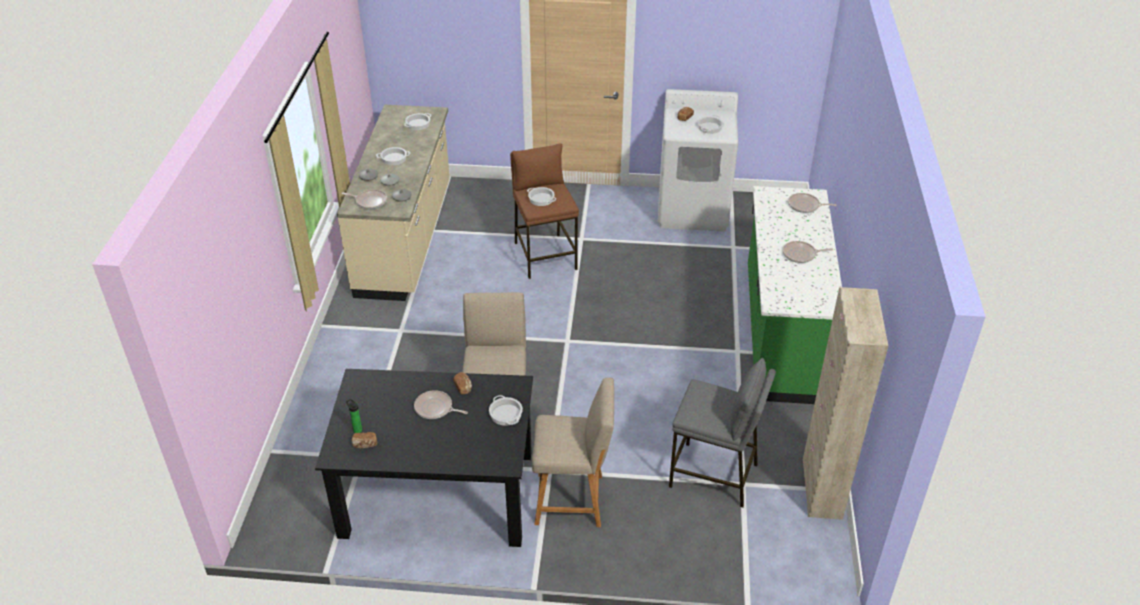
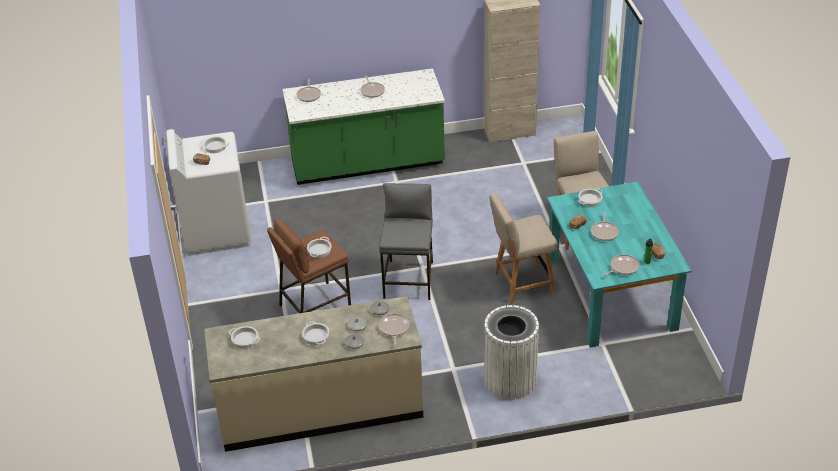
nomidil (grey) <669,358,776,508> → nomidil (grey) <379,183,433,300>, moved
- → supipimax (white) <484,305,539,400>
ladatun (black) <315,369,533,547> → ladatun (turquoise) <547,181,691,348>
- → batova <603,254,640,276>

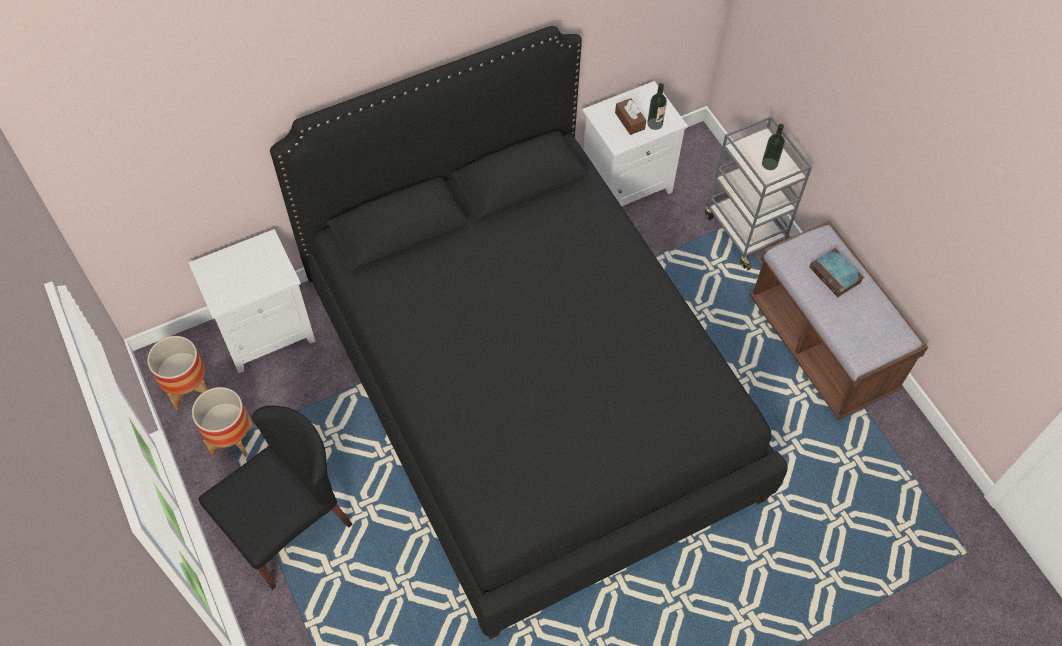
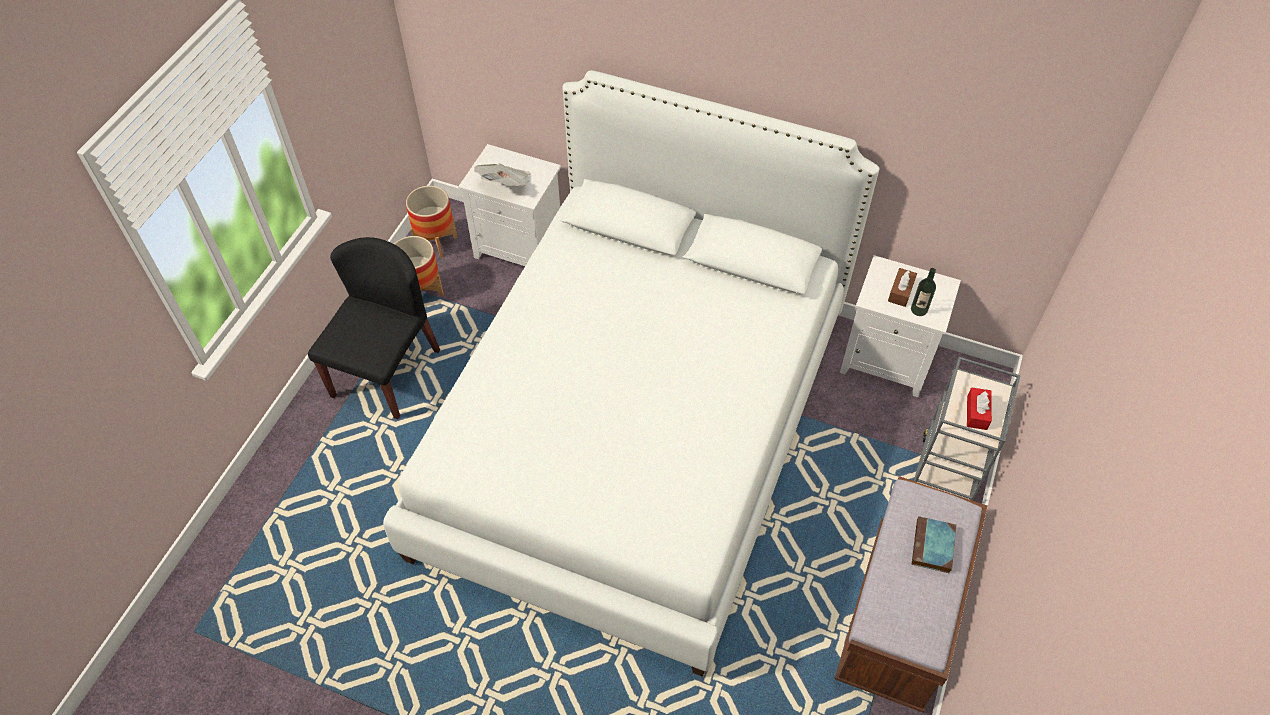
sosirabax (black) <199,406,353,590> → sosirabax (black) <308,237,440,419>, 75 degrees counterclockwise
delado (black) <270,26,787,639> → delado (white) <383,70,879,677>
- → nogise <474,164,531,186>
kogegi <762,124,785,170> → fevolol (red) <967,387,992,430>

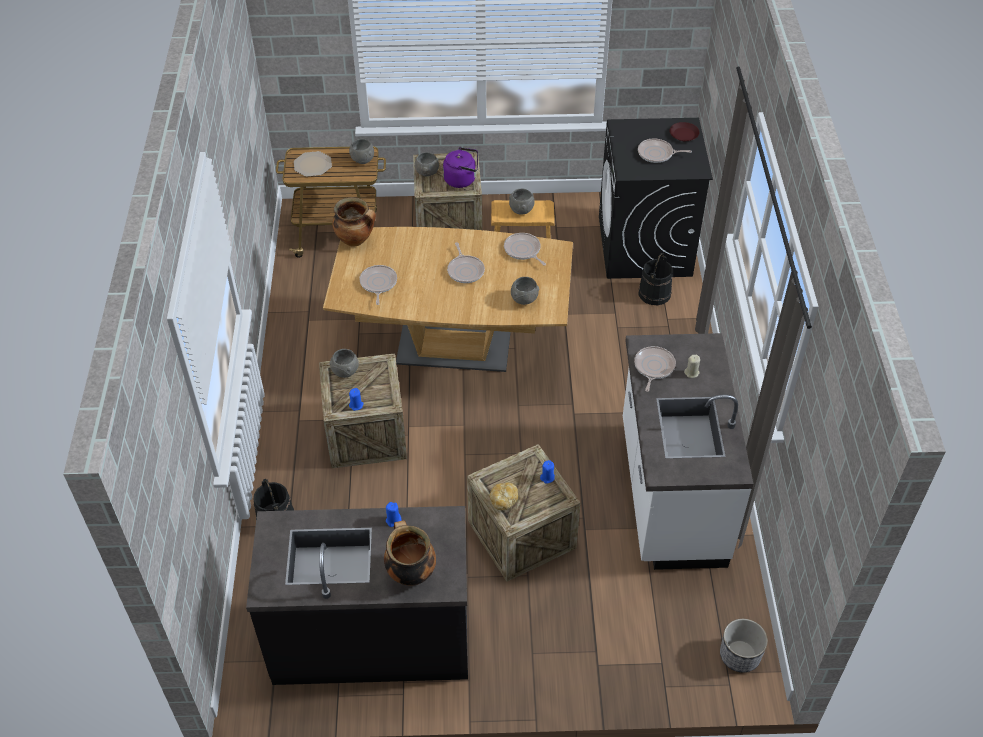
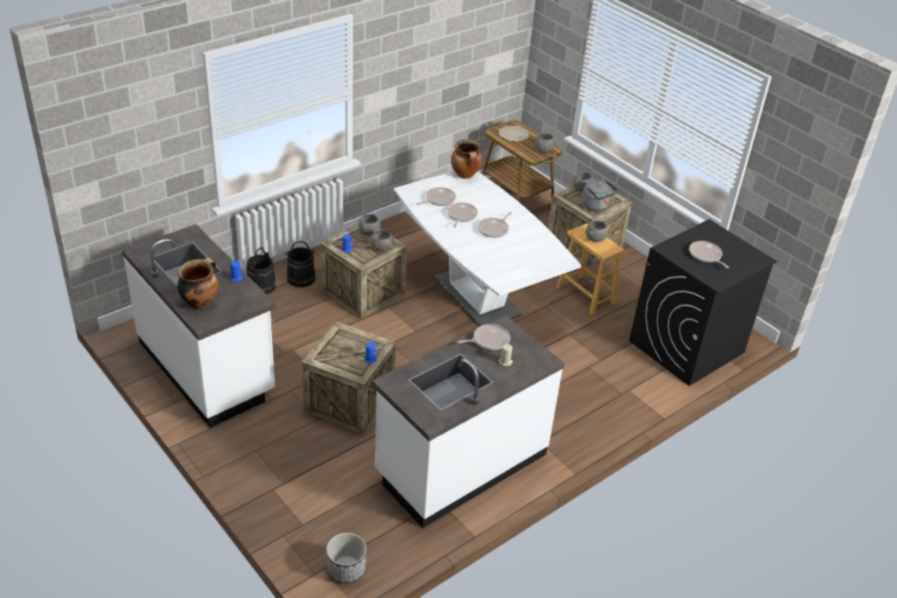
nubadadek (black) <246,506,468,685> → nubadadek (white) <122,224,276,428>
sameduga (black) <639,253,673,305> → sameduga (black) <285,241,316,287>, moved
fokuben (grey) <511,277,539,305> → fokuben (grey) <370,230,393,252>, moved
ladatun (brown) <323,227,573,372> → ladatun (white) <394,171,582,326>
batova <504,233,546,266> → batova <447,203,478,227>, moved
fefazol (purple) <443,147,478,188> → fefazol (grey) <582,180,617,211>
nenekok <490,482,518,510> → -
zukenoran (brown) <669,122,700,141> → -

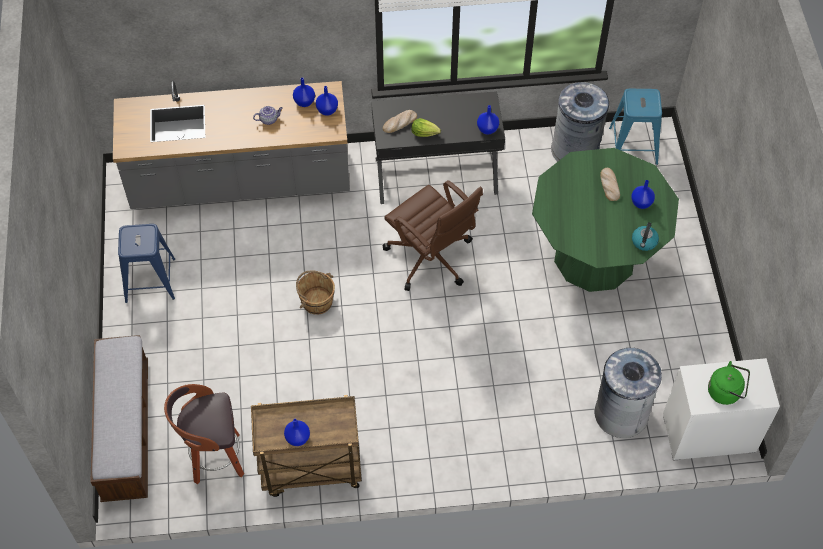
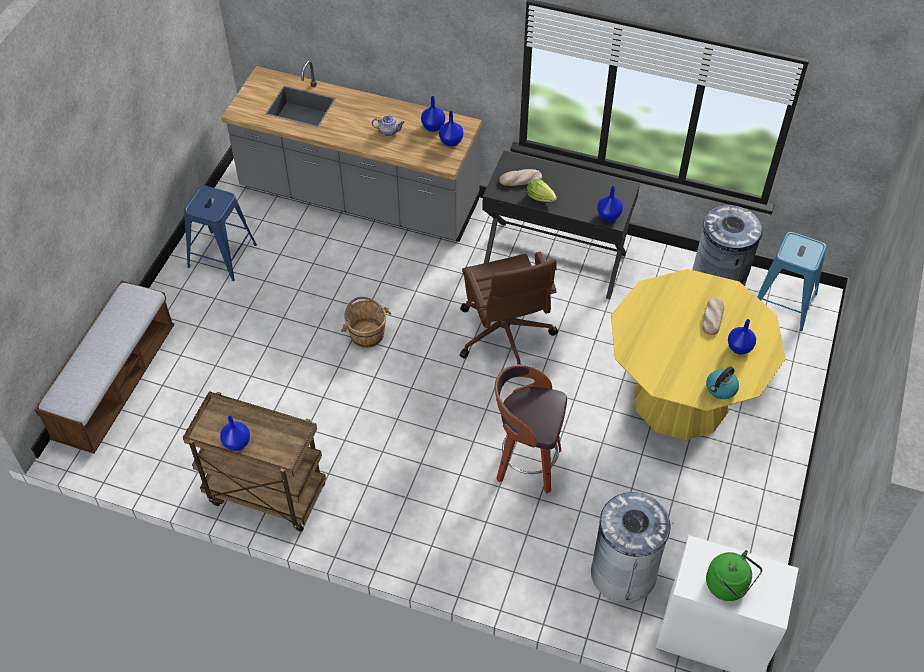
nomidil <164,384,244,484> → nomidil <495,365,567,494>, moved
ladatun (green) <532,148,679,292> → ladatun (yellow) <611,269,786,440>

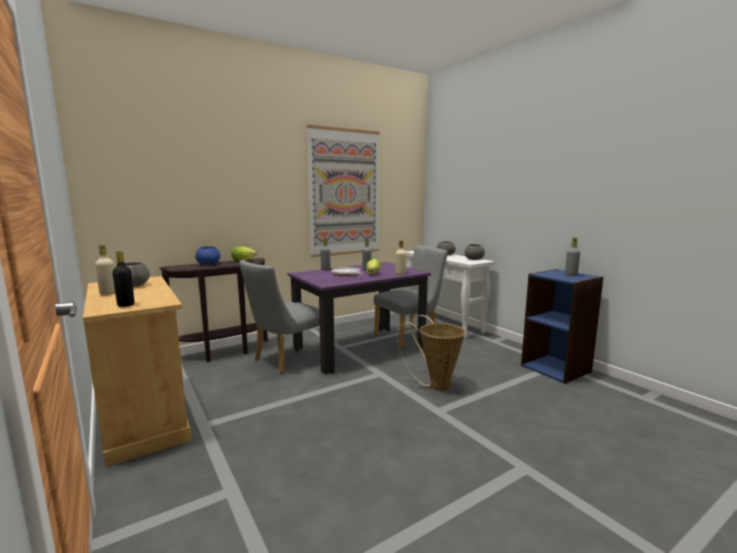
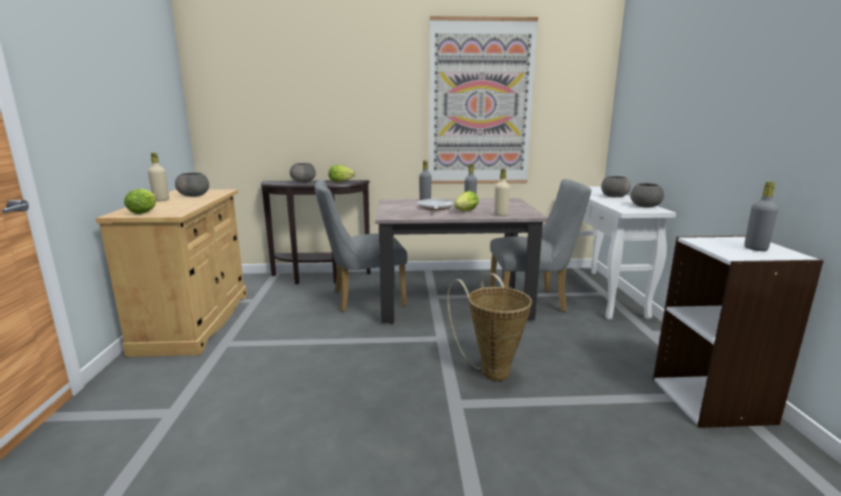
kogegi (black) <112,250,134,307> → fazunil <124,189,157,214>
fokuben (blue) <195,247,220,265> → fokuben (grey) <290,163,316,183>
ladatun (purple) <288,262,431,374> → ladatun (beige) <375,198,547,324>
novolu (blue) <521,269,604,384> → novolu (white) <653,236,824,428>

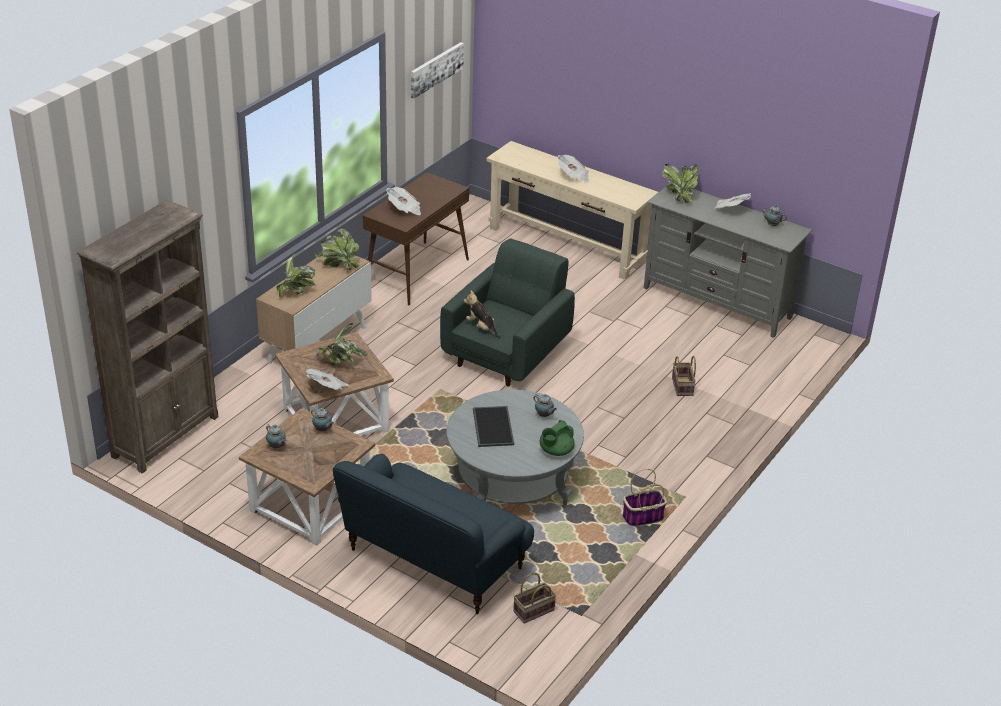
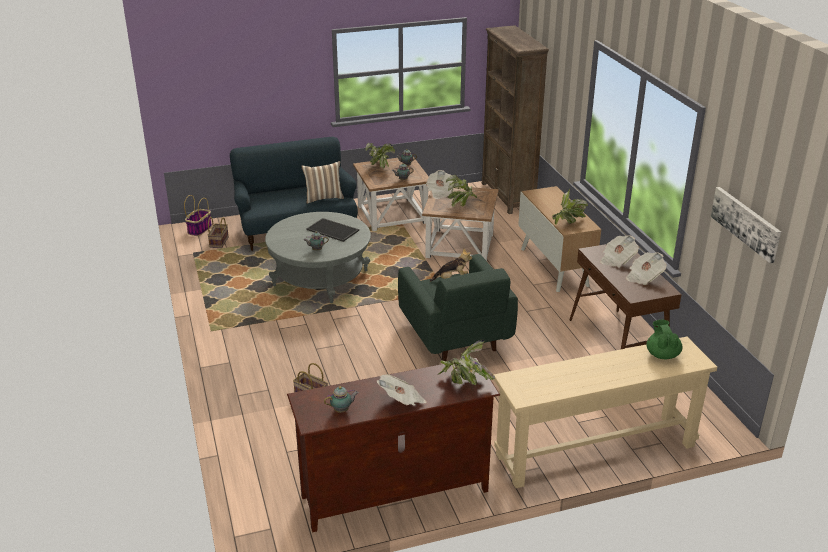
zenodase <622,469,667,527> → zenodase <184,195,212,236>, moved
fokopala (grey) <644,183,813,338> → fokopala (brown) <287,358,500,532>
- → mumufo <301,161,344,203>
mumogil <276,253,315,298> → mumogil <365,143,395,169>, moved
nogise <557,155,589,183> → nogise <626,252,667,285>, moved
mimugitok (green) <540,420,575,456> → mimugitok (green) <646,320,682,359>, moved

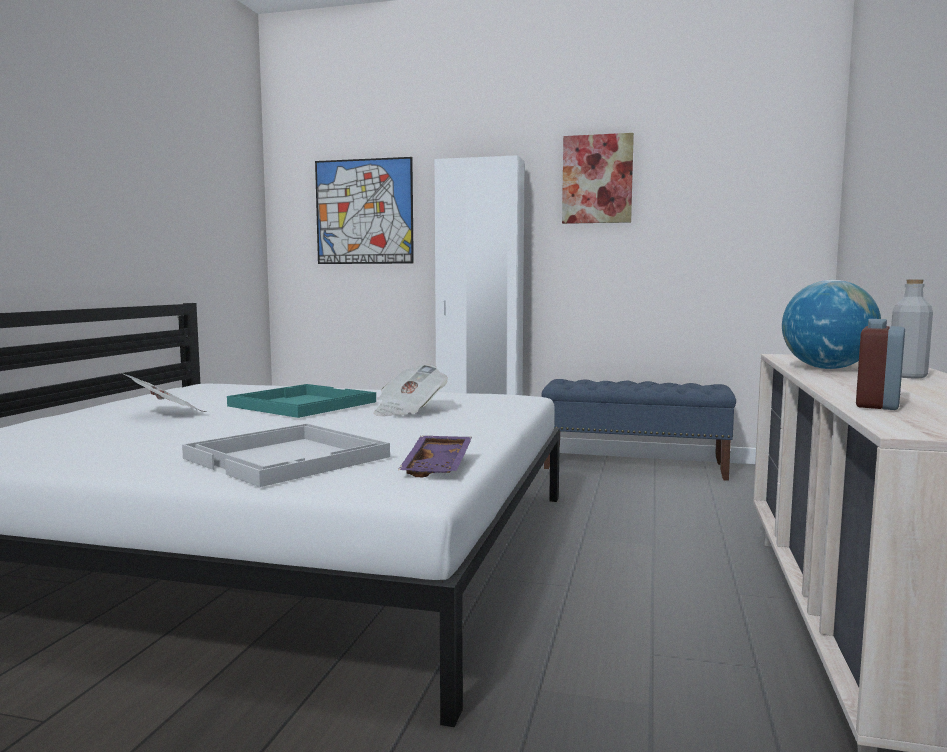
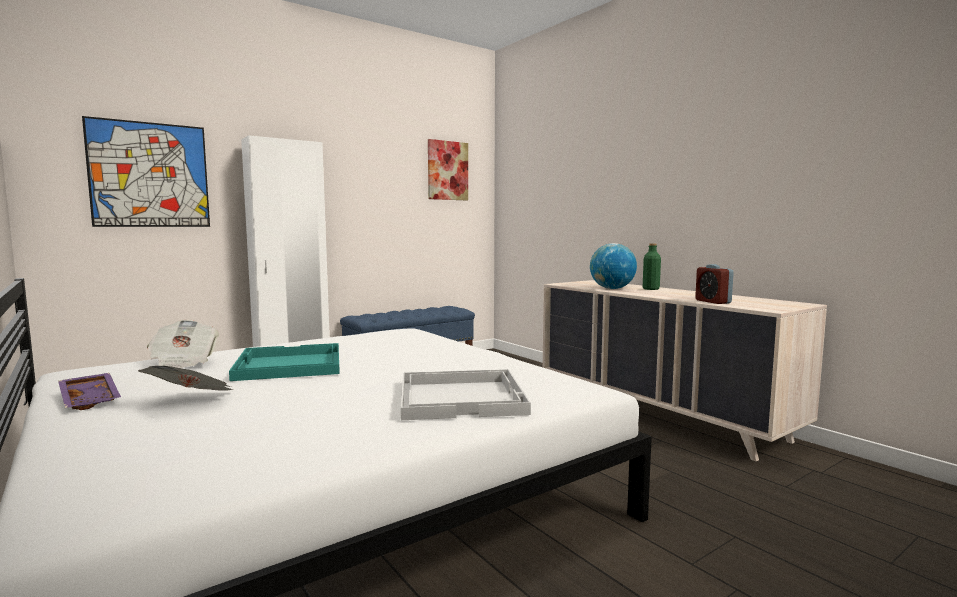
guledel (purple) <398,436,472,477> → guledel (purple) <58,373,121,410>, moved
nogise <374,365,448,416> → nogise <147,320,219,368>, moved
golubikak <562,133,634,224> → golubikak <428,139,468,200>, moved
kogegi (grey) <891,280,933,378> → kogegi (green) <643,243,661,290>

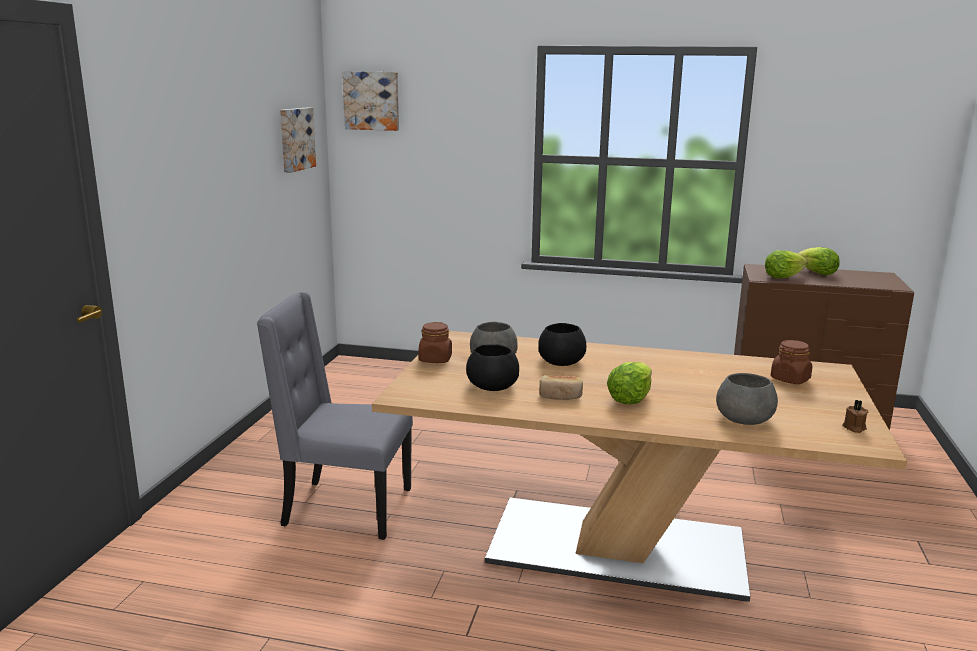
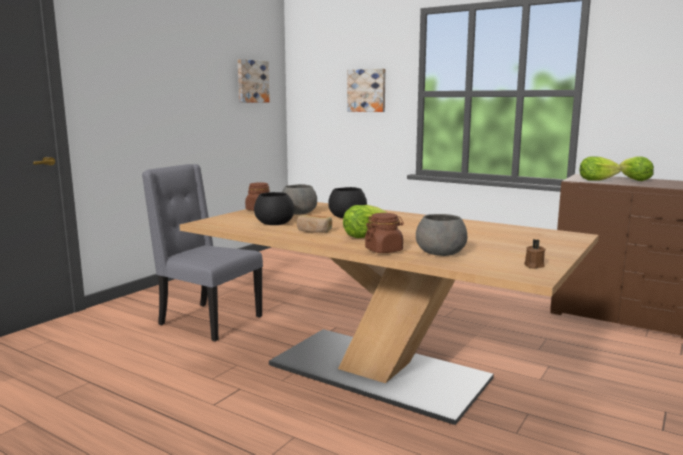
golubikak <342,71,399,131> → golubikak <347,69,386,112>, moved
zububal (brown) <771,340,812,384> → zububal (brown) <365,213,404,253>, moved

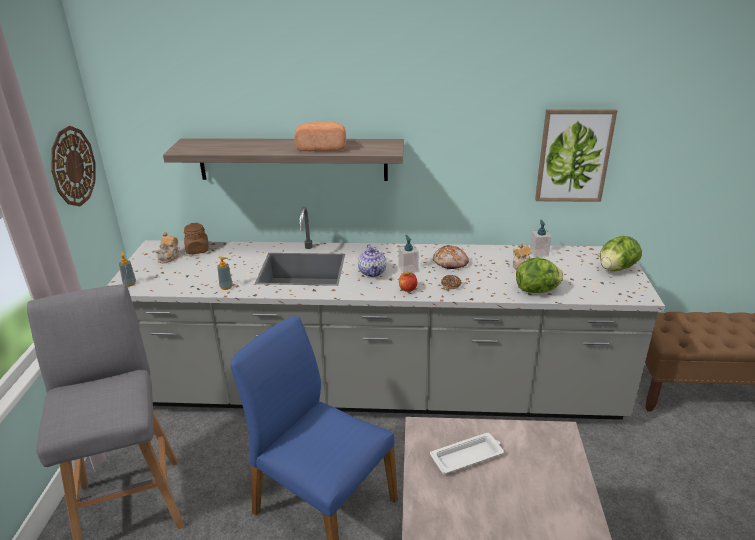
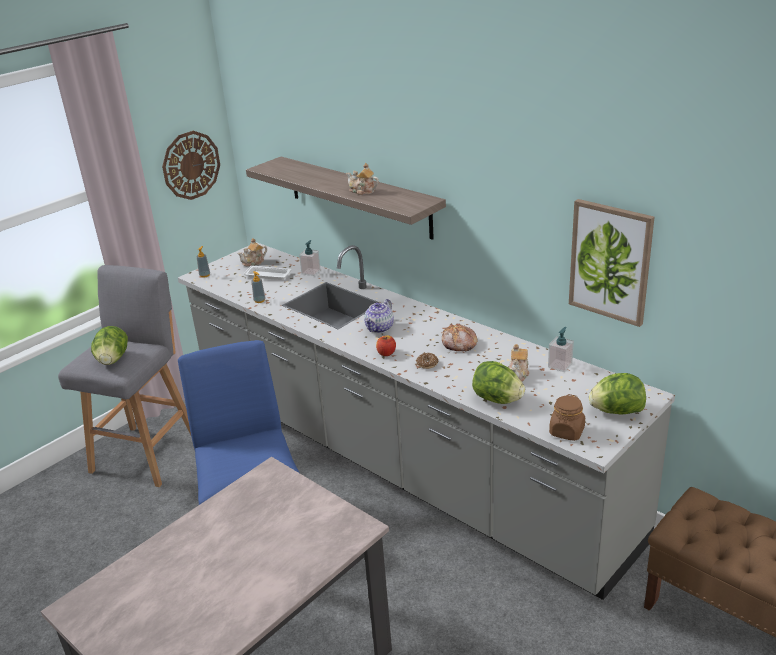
- → fazunil <91,326,128,365>
guledel (white) <430,433,504,474> → guledel (white) <243,265,291,280>, moved
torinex <399,235,419,273> → torinex <299,240,321,276>, moved
nenekok <295,122,346,151> → mimugitok <346,163,379,195>
zububal (brown) <184,223,209,254> → zububal (brown) <549,394,585,441>, moved

